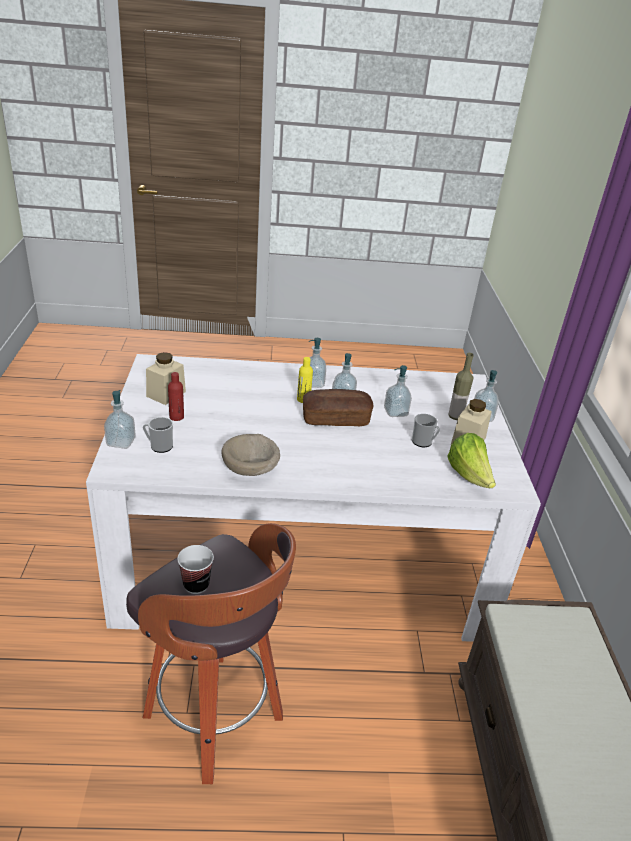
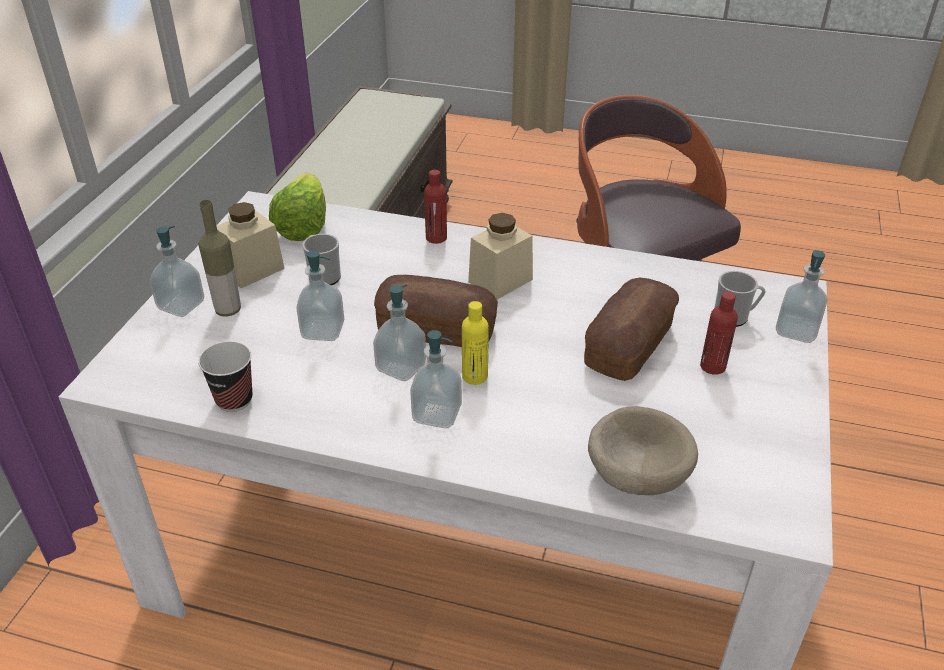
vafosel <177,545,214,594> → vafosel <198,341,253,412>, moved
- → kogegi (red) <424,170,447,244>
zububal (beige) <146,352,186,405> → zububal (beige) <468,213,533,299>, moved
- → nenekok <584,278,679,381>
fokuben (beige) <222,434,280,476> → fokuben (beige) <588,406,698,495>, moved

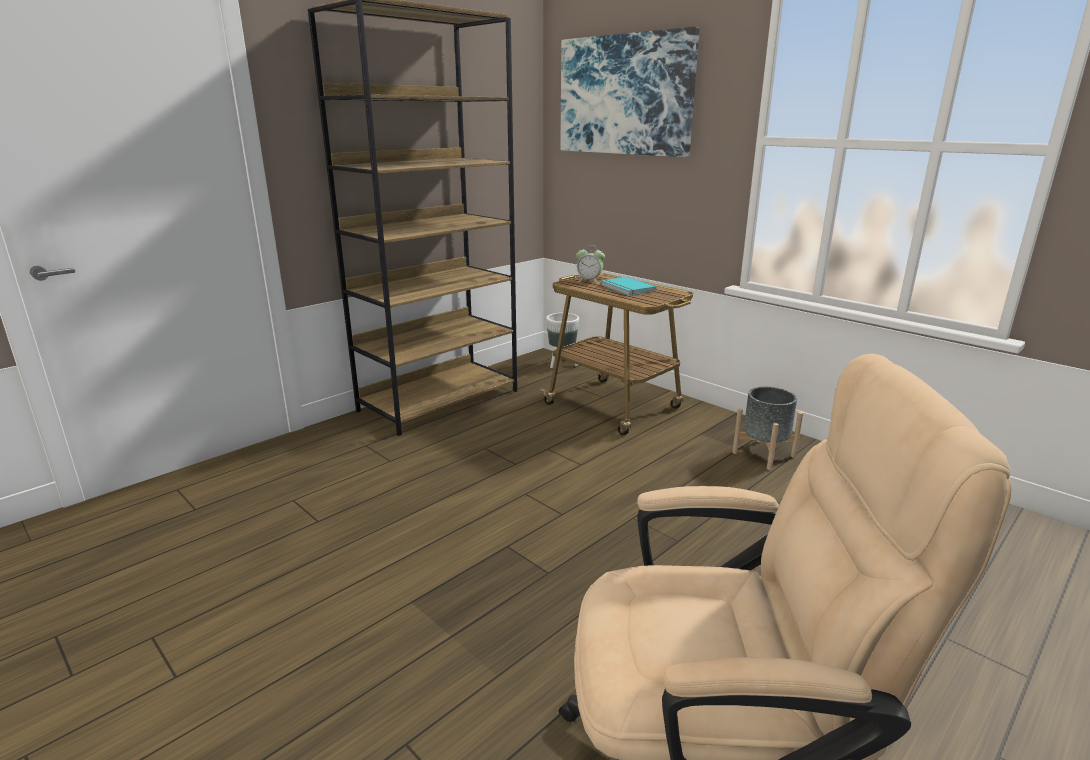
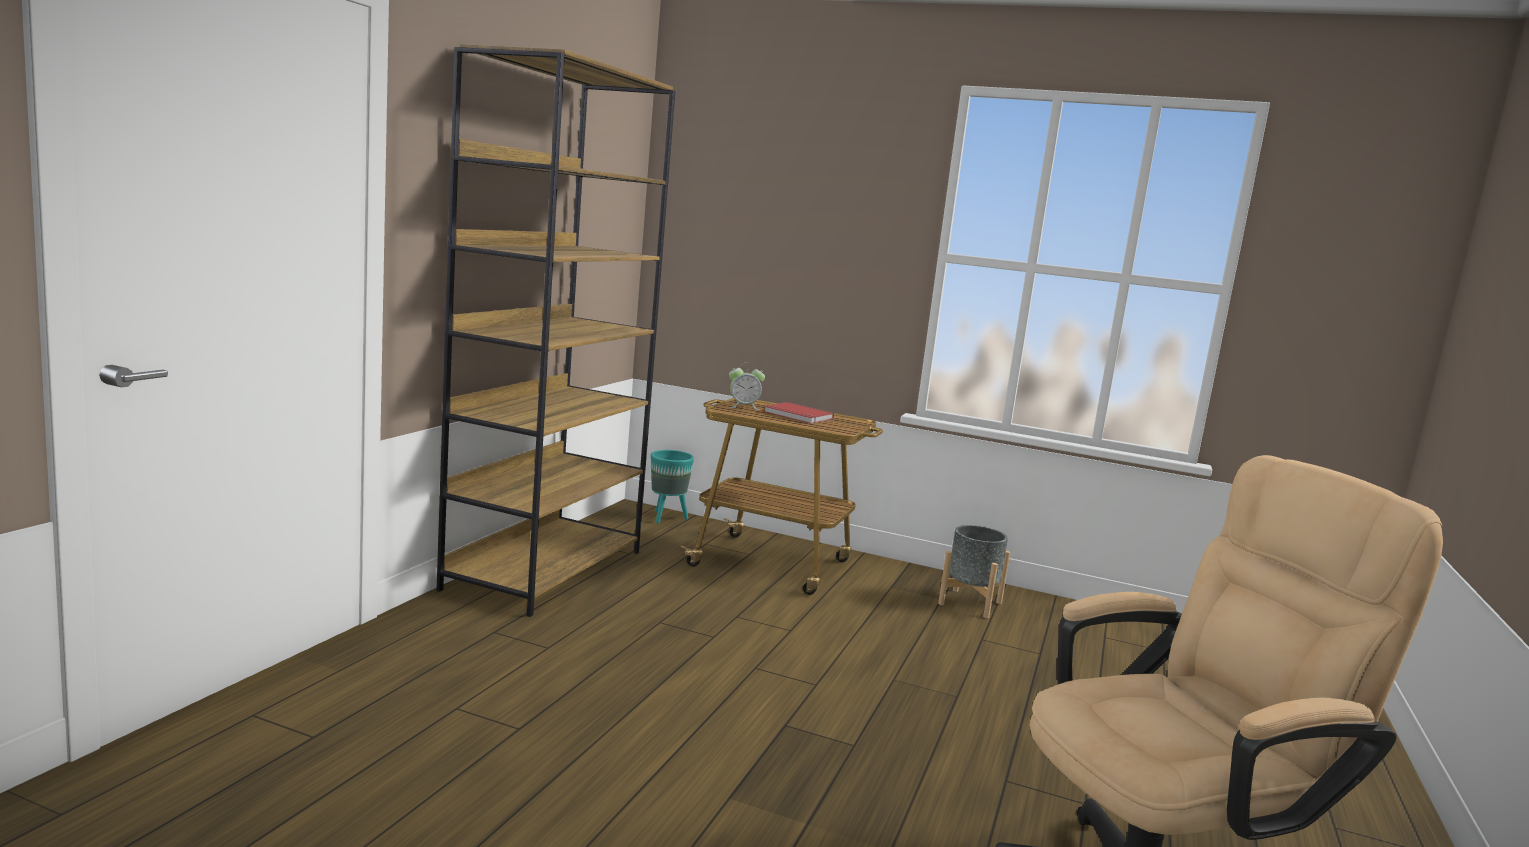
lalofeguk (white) <546,313,579,368> → lalofeguk (turquoise) <651,450,694,523>
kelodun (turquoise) <601,277,657,296> → kelodun (red) <764,402,834,424>
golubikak <561,27,700,157> → -

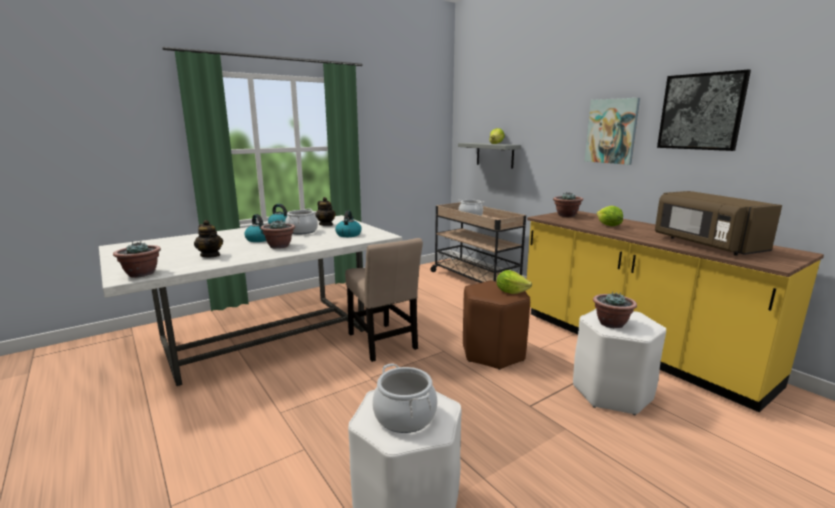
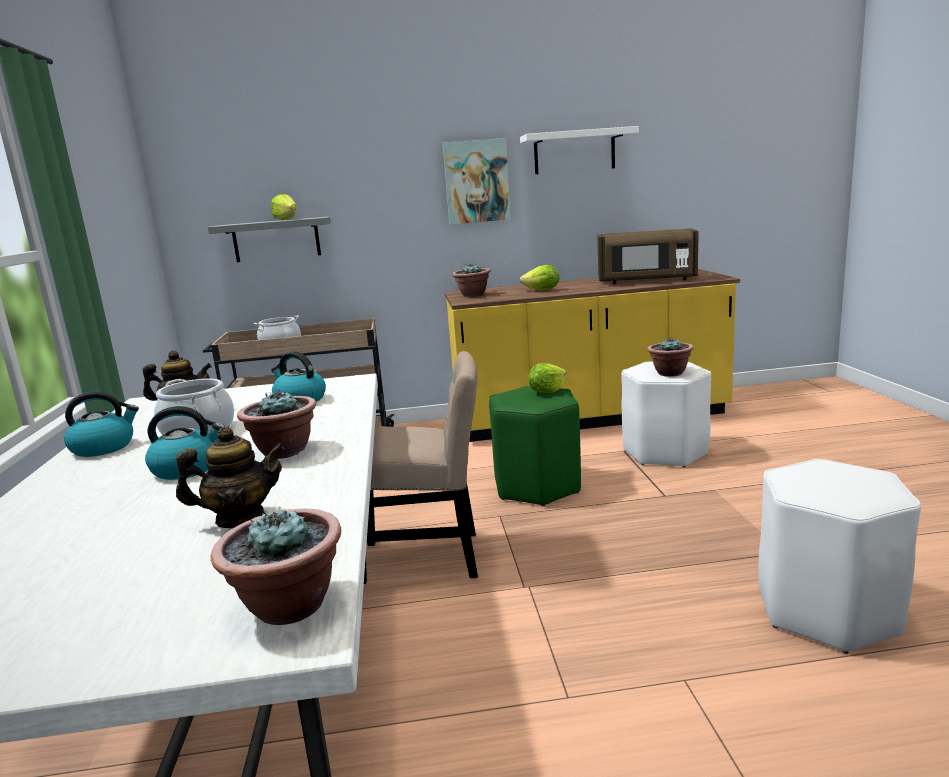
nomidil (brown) <463,281,530,370> → nomidil (green) <489,386,581,506>
golubikak <657,69,751,151> → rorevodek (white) <520,126,639,174>
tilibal <372,363,438,433> → -

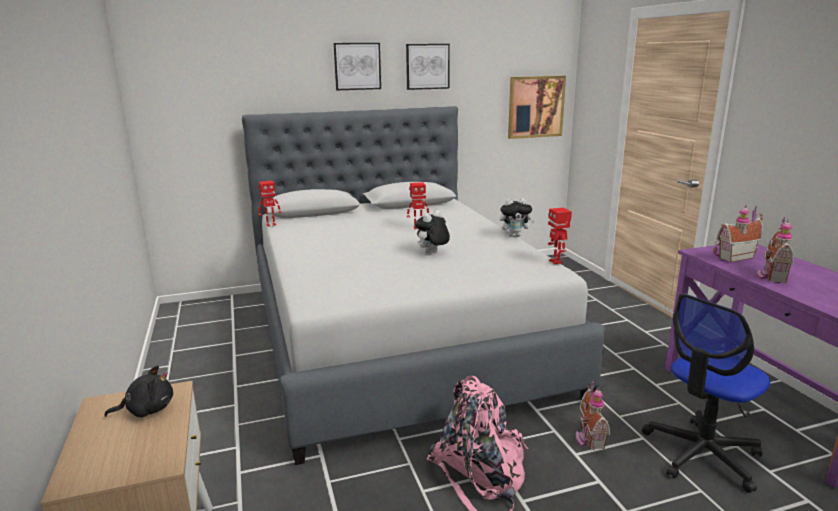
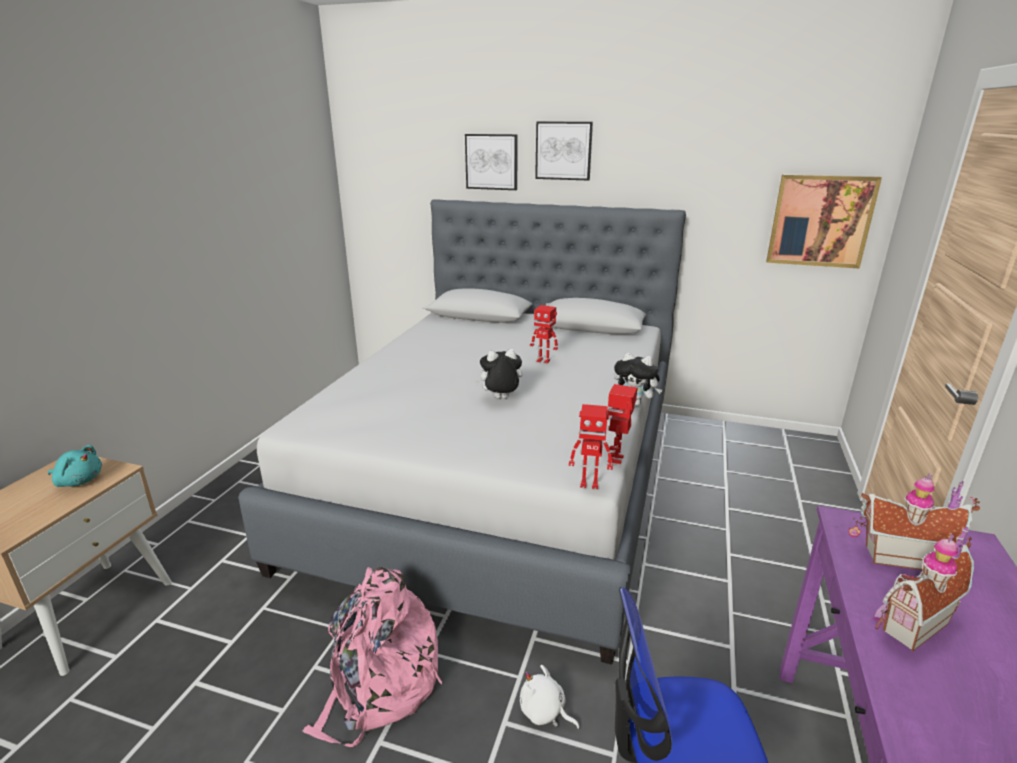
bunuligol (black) <104,365,173,417> → bunuligol (turquoise) <48,445,102,487>
golubikak <406,44,450,90> → golubikak <465,134,518,190>, moved
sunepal <576,380,610,450> → bunuligol (white) <520,665,579,729>
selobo <258,181,282,227> → selobo <569,404,613,489>, moved

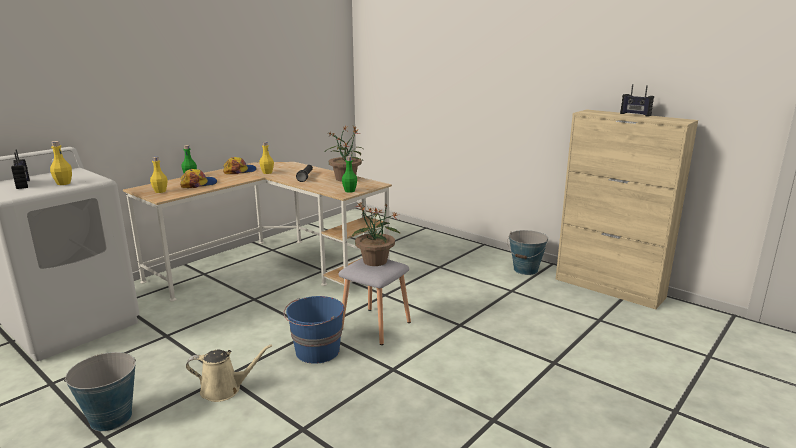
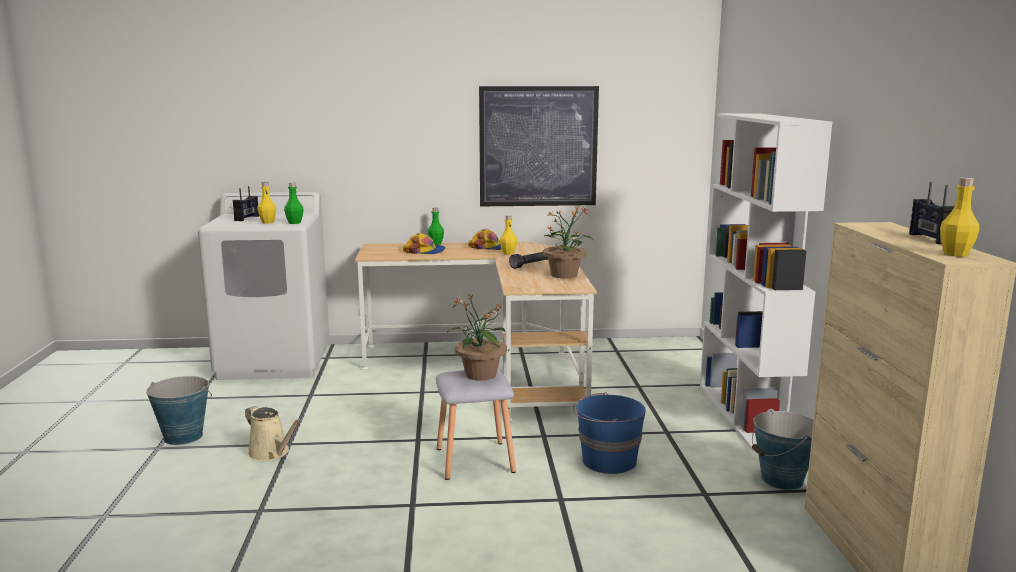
kogegi (green) <342,156,357,193> → kogegi (green) <284,182,304,224>, moved
- → golubikak <479,86,599,206>
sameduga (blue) <284,296,344,364> → sameduga (blue) <573,392,646,474>, moved
- → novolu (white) <700,113,832,451>
kogegi (yellow) <150,157,168,193> → kogegi (yellow) <940,177,979,257>, moved

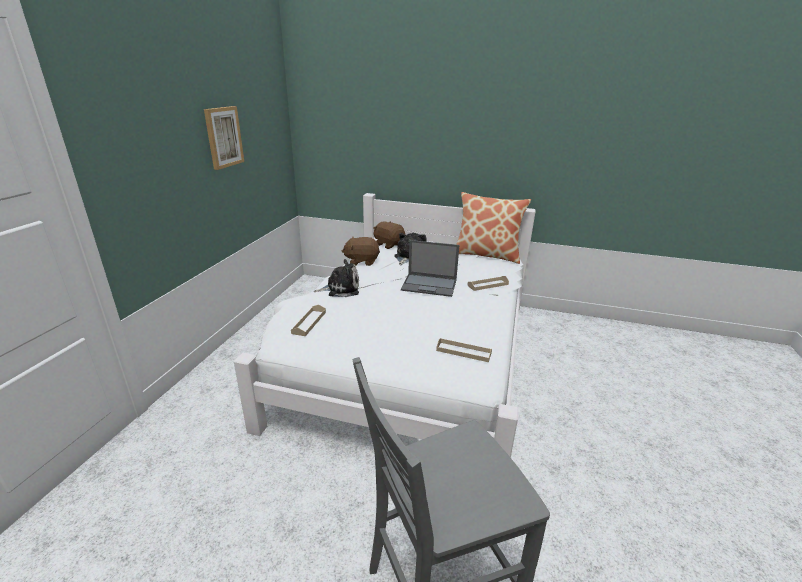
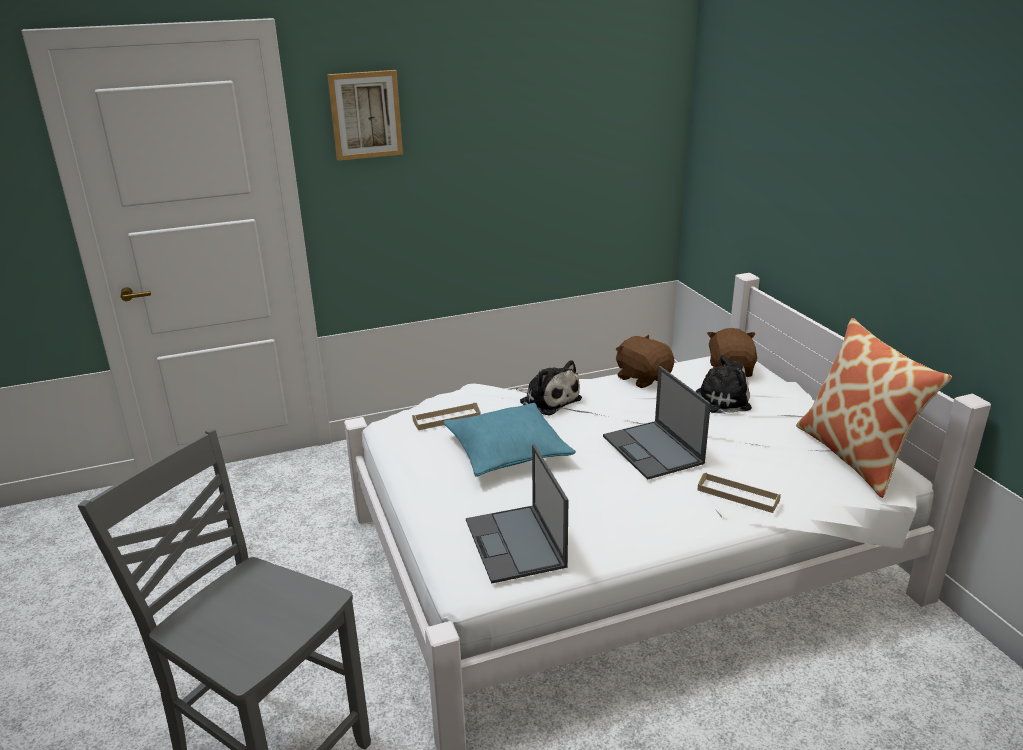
golubikak <204,106,244,170> → golubikak <327,70,403,161>, moved
- → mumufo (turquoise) <443,403,576,477>
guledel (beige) <436,338,492,362> → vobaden <466,444,568,584>

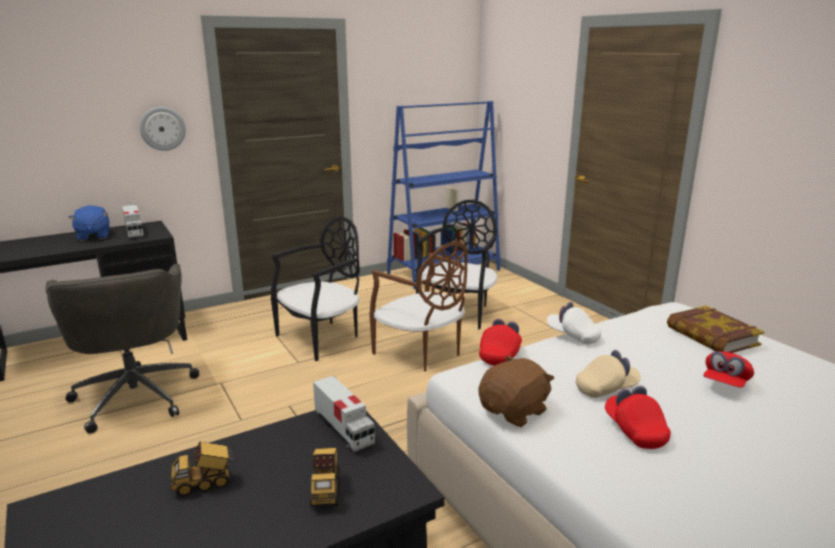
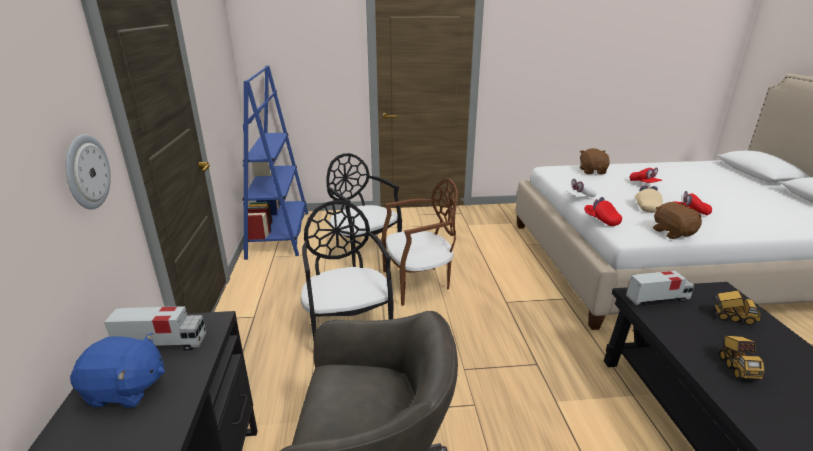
kelodun <667,306,764,353> → bunuligol (brown) <580,148,610,174>

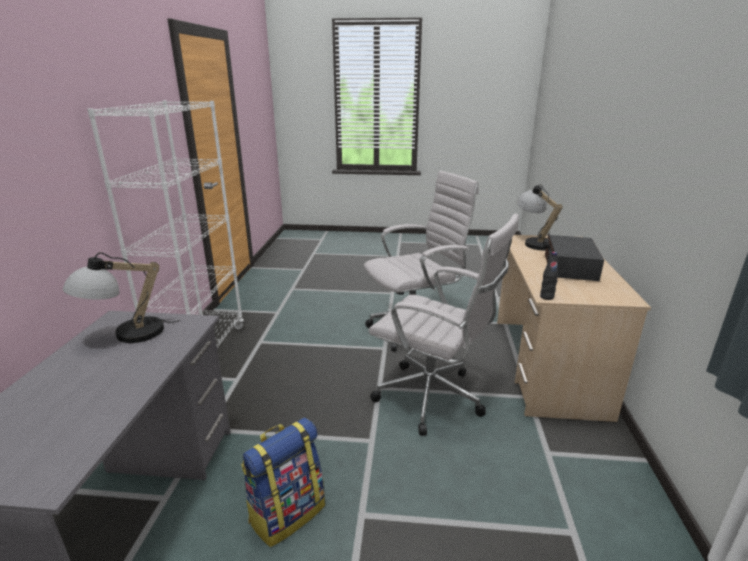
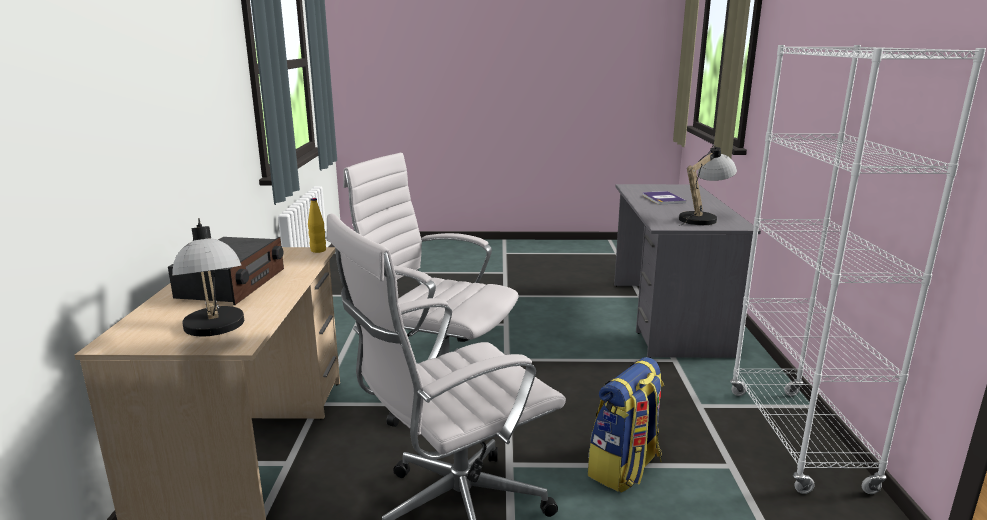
kogegi (black) <540,252,558,300> → kogegi (yellow) <308,198,326,253>
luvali <241,418,325,547> → luvali <588,357,664,493>, moved
- → kelodun <642,191,686,204>

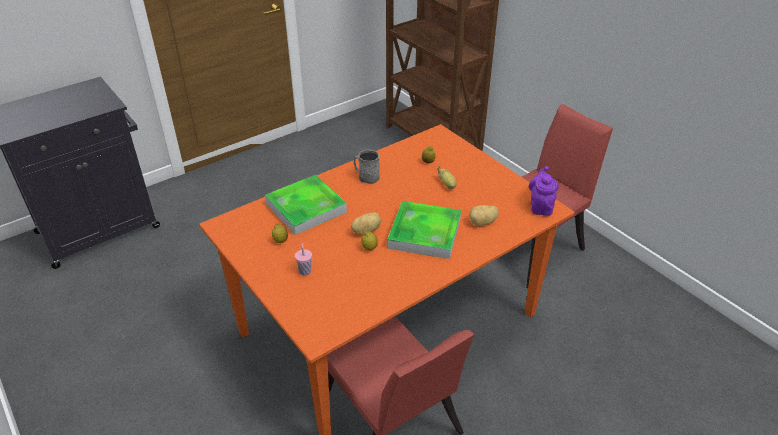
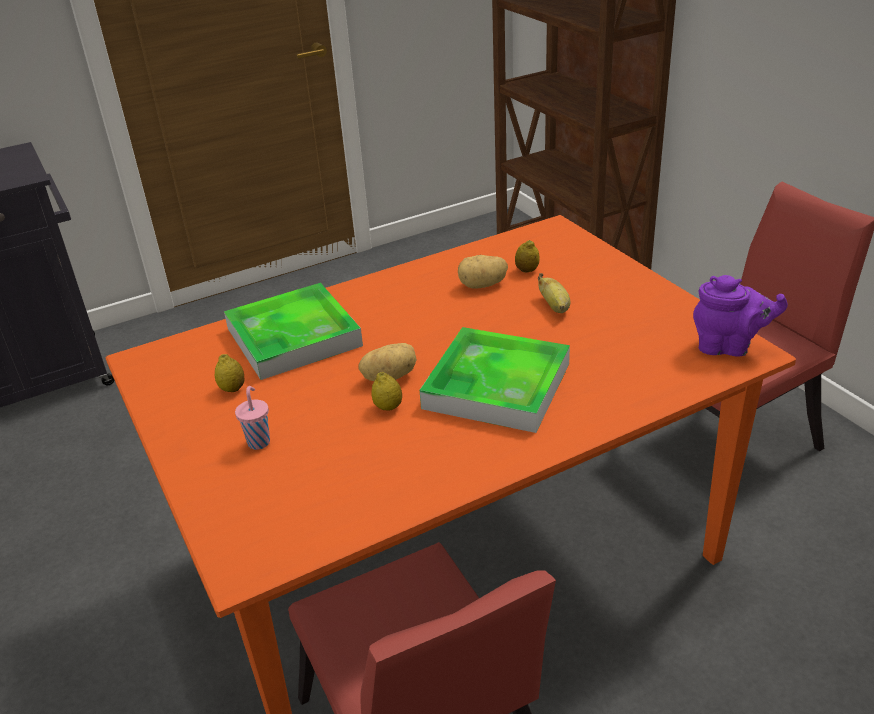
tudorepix <469,205,499,226> → tudorepix <458,255,508,289>, moved
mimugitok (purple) <529,166,559,216> → mimugitok (purple) <693,275,788,357>, 90 degrees clockwise
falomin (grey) <354,150,380,184> → -

